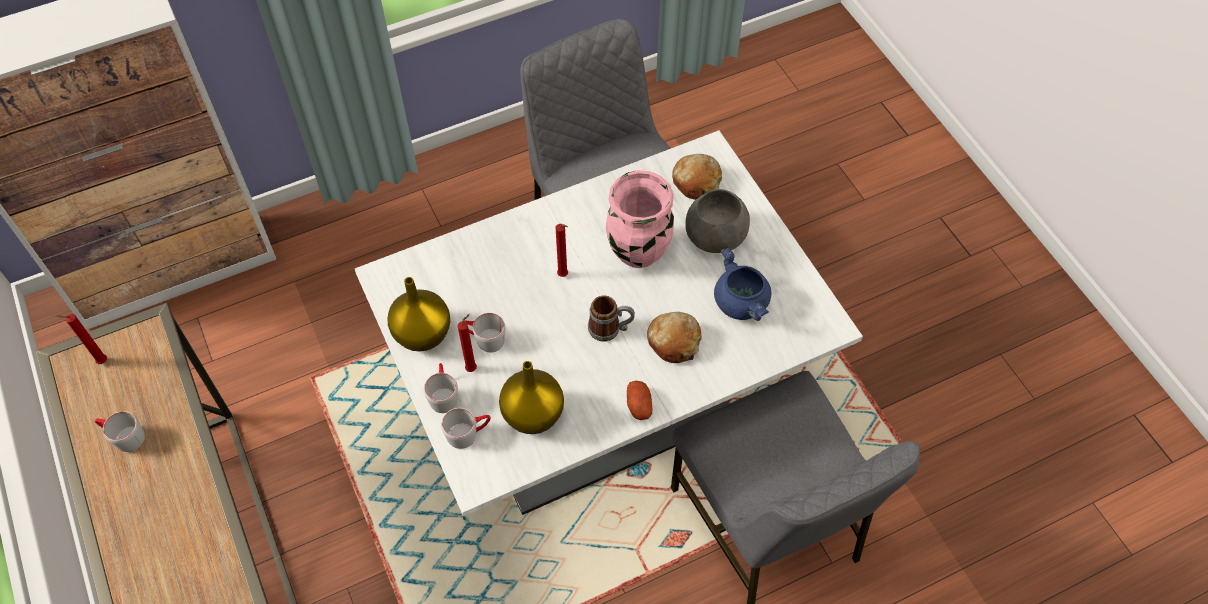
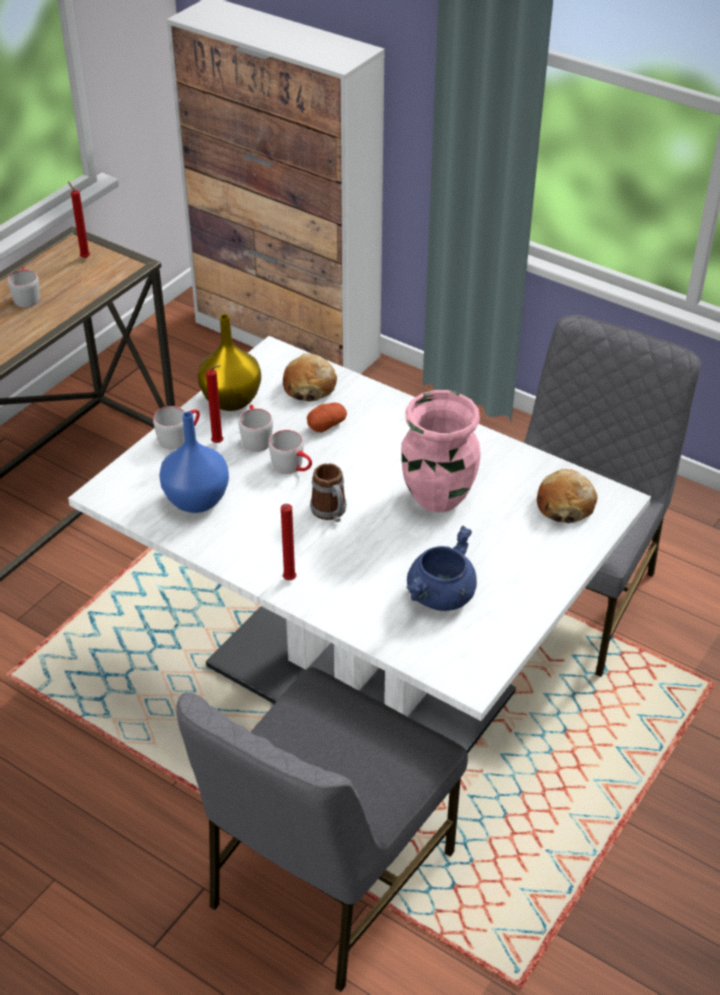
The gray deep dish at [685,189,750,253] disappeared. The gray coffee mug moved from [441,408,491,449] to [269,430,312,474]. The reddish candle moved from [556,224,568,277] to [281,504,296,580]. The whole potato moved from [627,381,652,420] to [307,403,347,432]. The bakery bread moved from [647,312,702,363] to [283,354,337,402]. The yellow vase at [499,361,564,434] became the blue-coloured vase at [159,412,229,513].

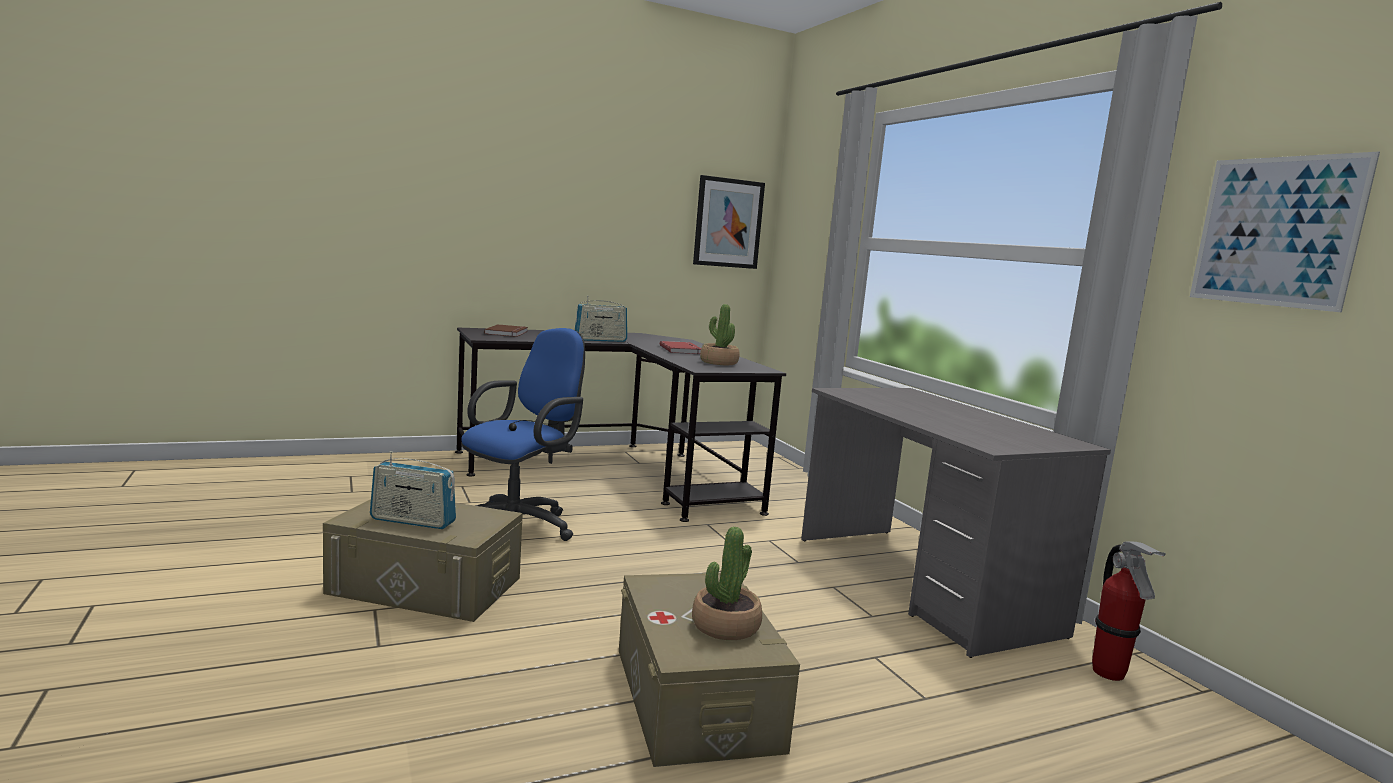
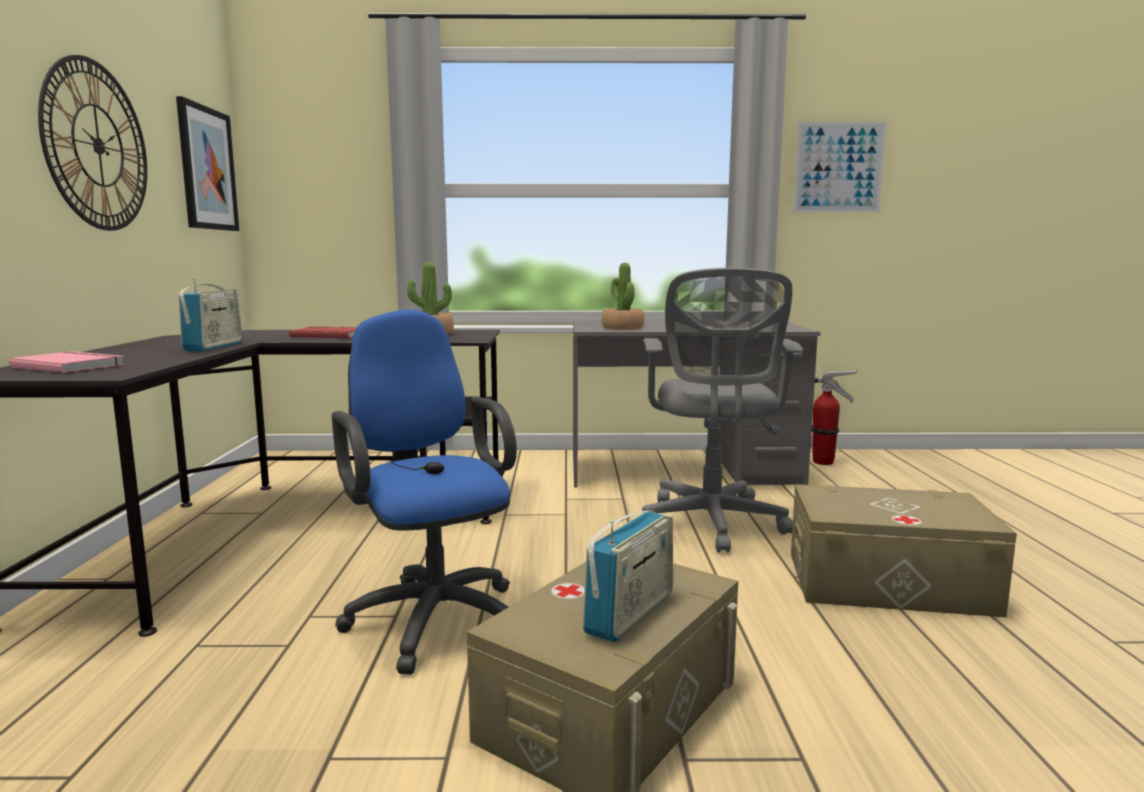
The wall clock at [38,55,147,231] appeared. The gray office chair at [642,268,804,553] appeared. The potted plant moved from [692,527,762,640] to [601,263,644,330]. The brown-coloured bound book at [484,324,528,337] became the pink bound book at [9,351,125,373].

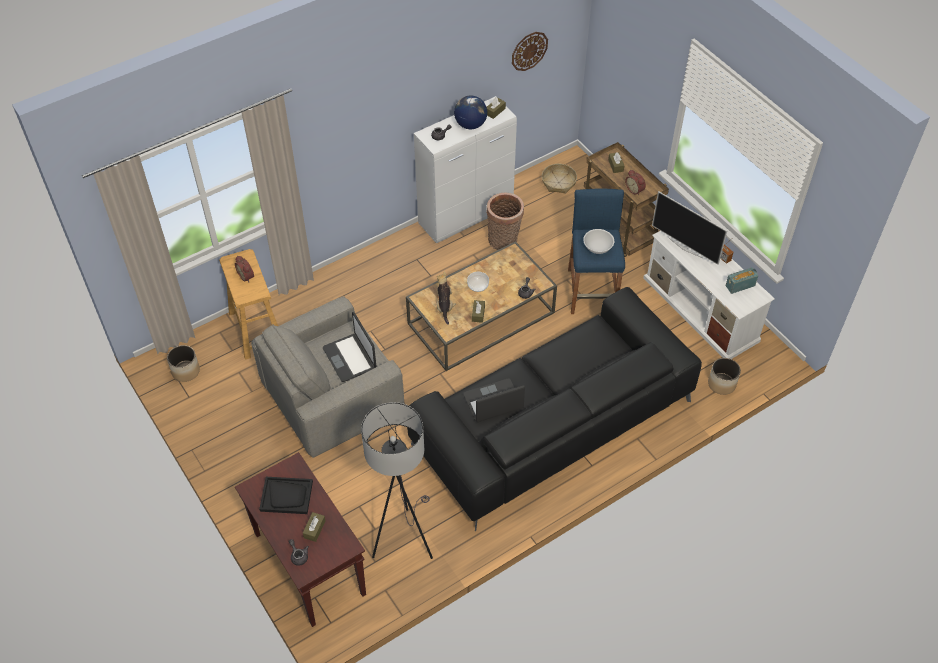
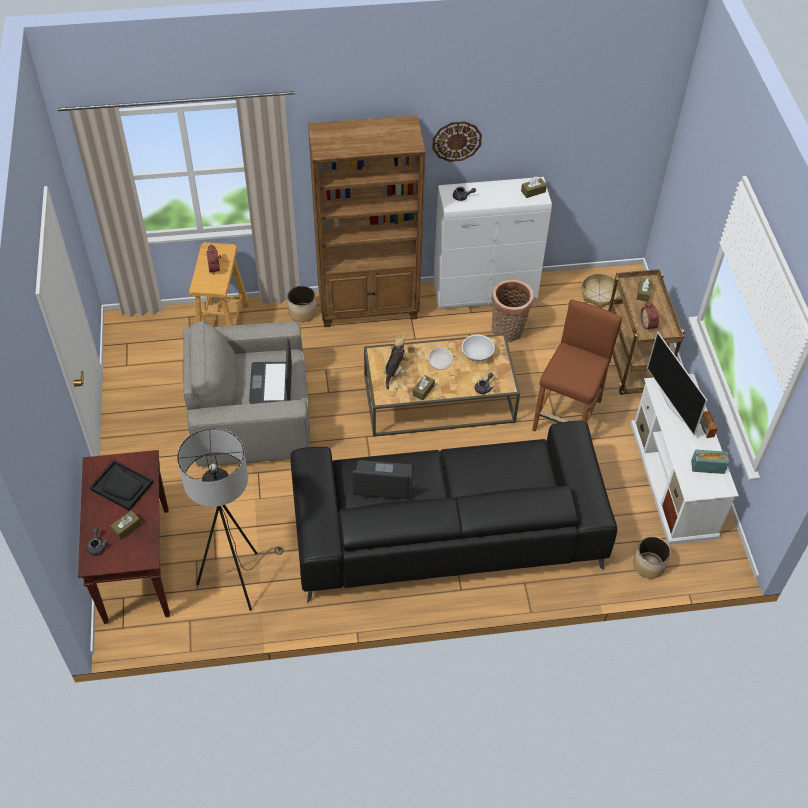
The desk globe at [454,95,487,129] disappeared. The brown-coloured bookshelf at [308,115,426,327] appeared. The plant pot moved from [167,345,200,382] to [287,286,317,322]. The wall clock moved from [512,32,548,71] to [432,121,482,162]. The white deep dish moved from [583,229,614,254] to [462,334,495,362]. The blue-coloured sitting stool at [568,188,625,314] became the brown-coloured sitting stool at [532,299,622,431].

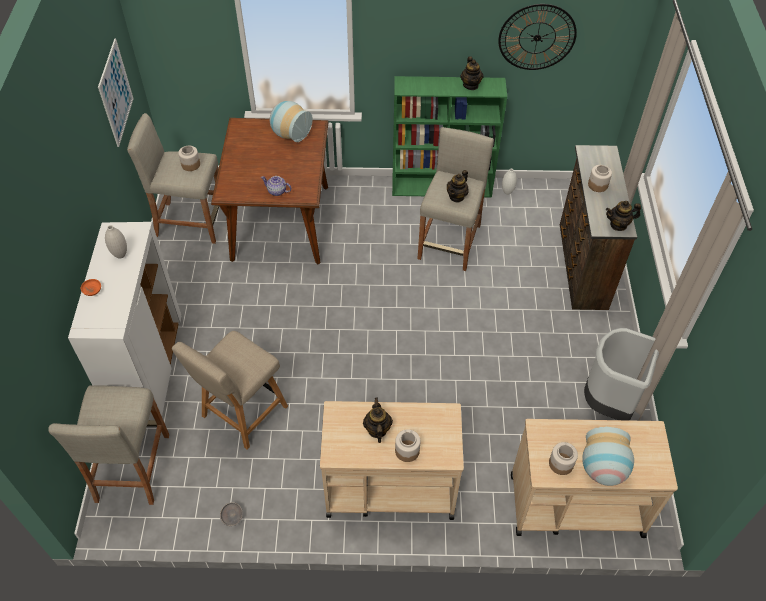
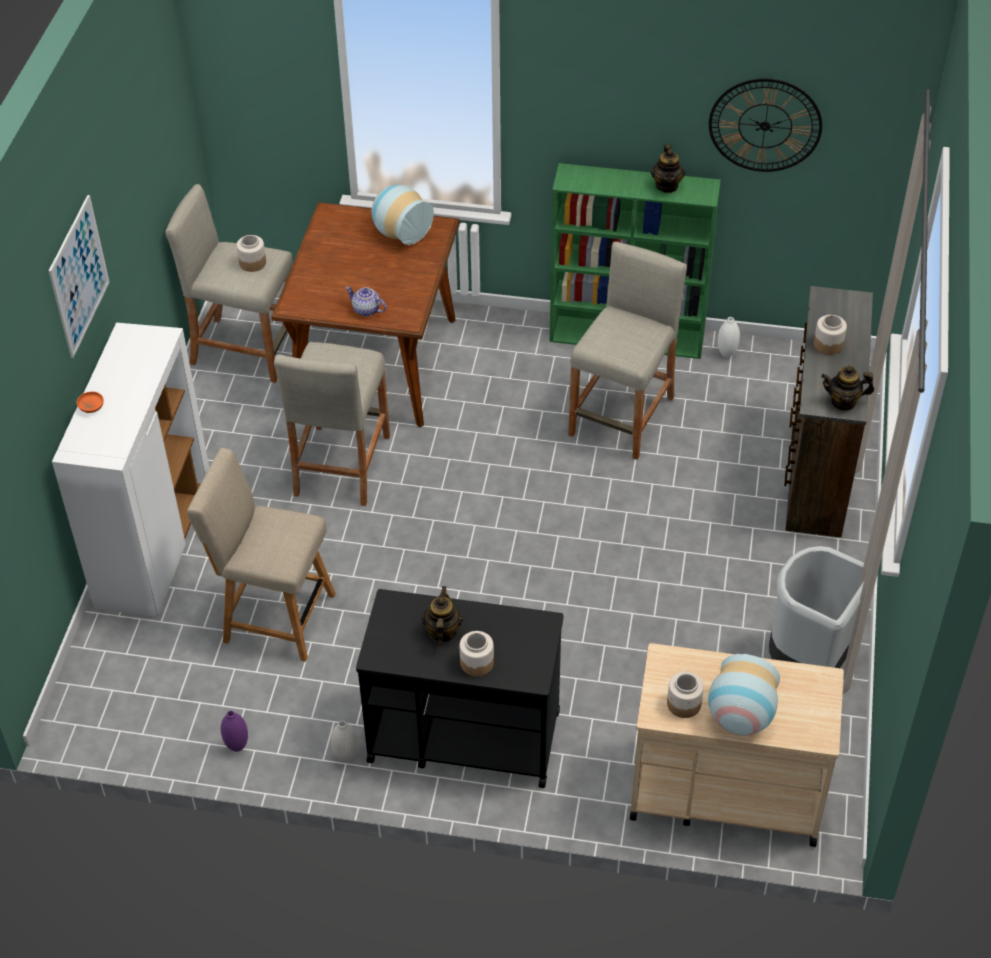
The tea pot at [447,170,468,203] disappeared. The beige sitting stool moved from [48,385,169,505] to [274,342,390,506]. The wall art moved from [98,38,134,147] to [49,195,110,358]. The white vase moved from [105,225,127,259] to [331,721,358,762]. The gray deep dish at [220,502,243,526] was replaced by the purple-coloured vase at [221,711,248,752]. The beige trolley at [320,401,464,520] became the blackish trolley at [356,589,563,788]. The beige upright chair at [172,331,288,450] turned 60 degrees clockwise.

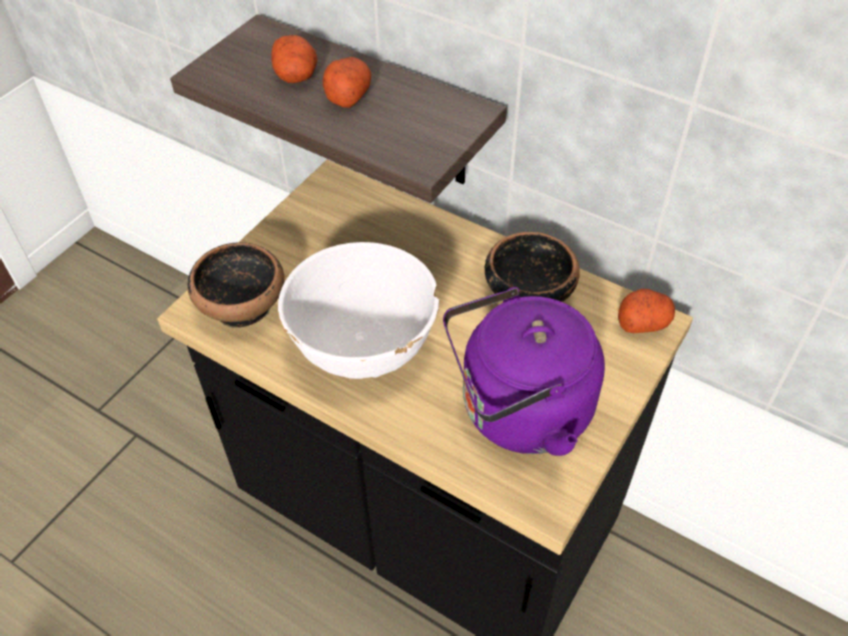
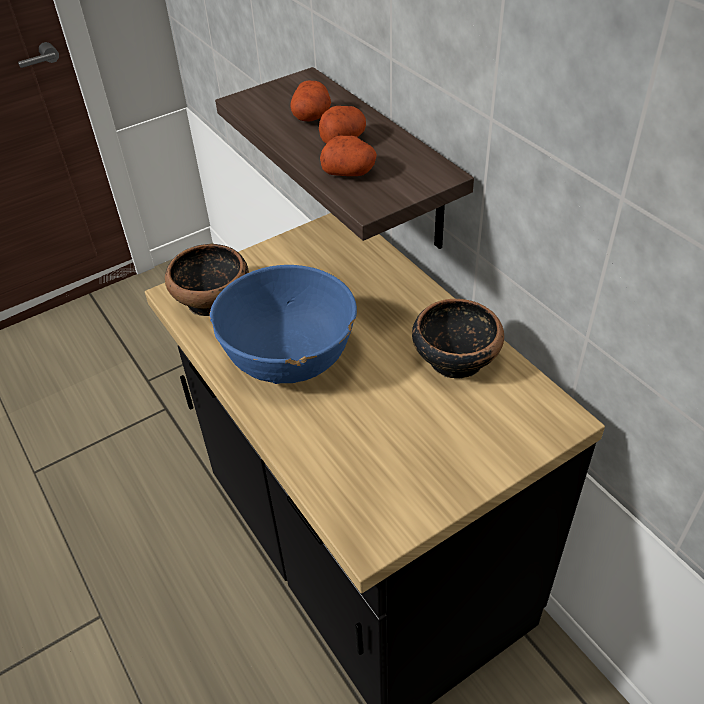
The purple-coloured water kettle at [443,287,605,456] disappeared. The whole potato moved from [618,289,675,333] to [320,135,377,176]. The white deep dish at [278,242,439,379] became the blue-coloured deep dish at [209,265,357,384].

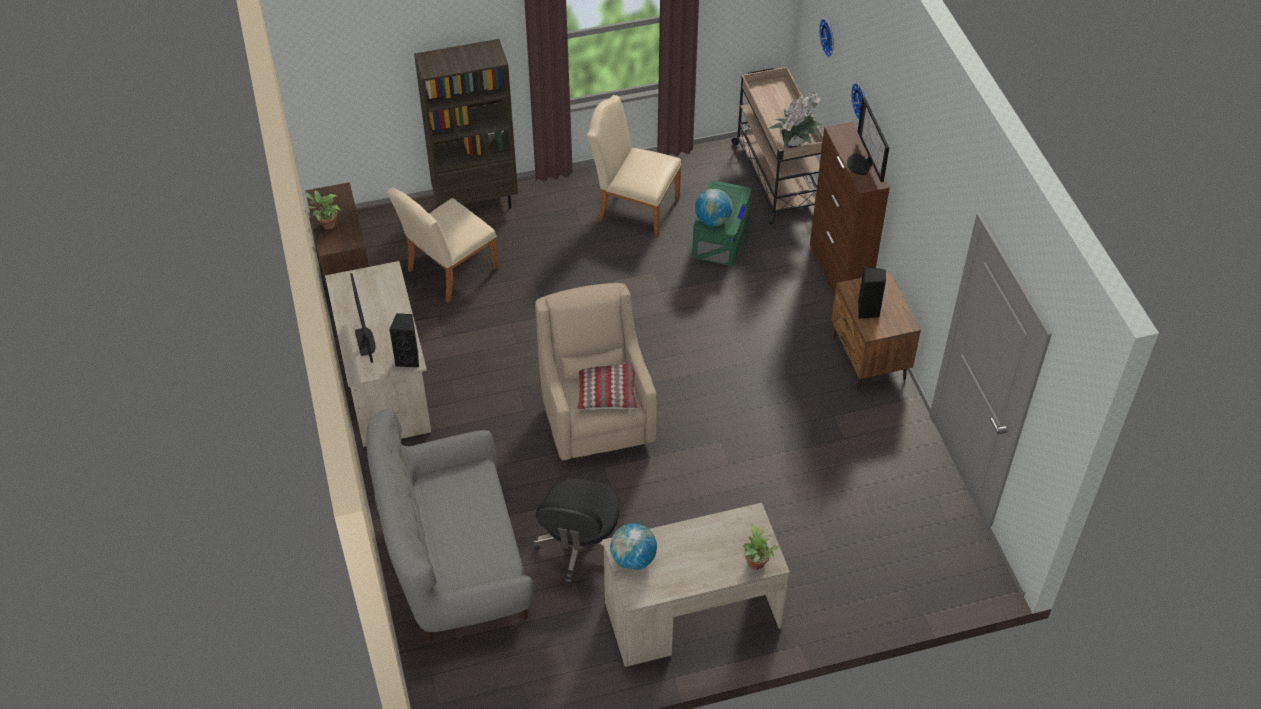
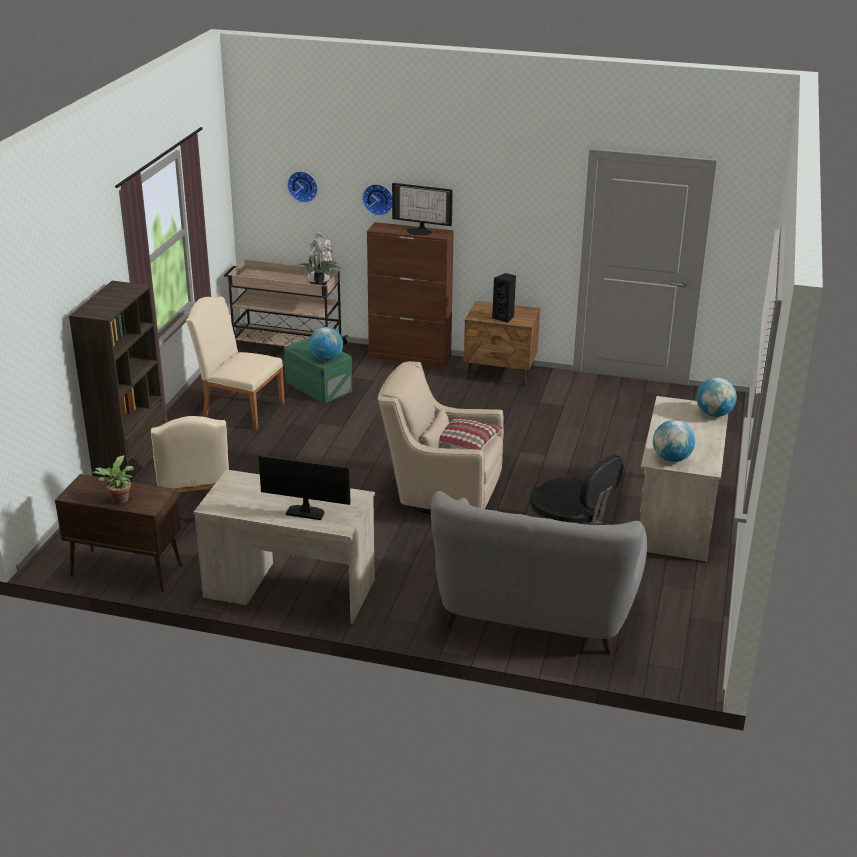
The blackish loudspeaker at [389,313,419,367] disappeared. The potted plant at [743,525,781,570] was replaced by the desk globe at [696,377,737,417]. The beige upright chair at [587,95,681,238] turned 60 degrees clockwise.

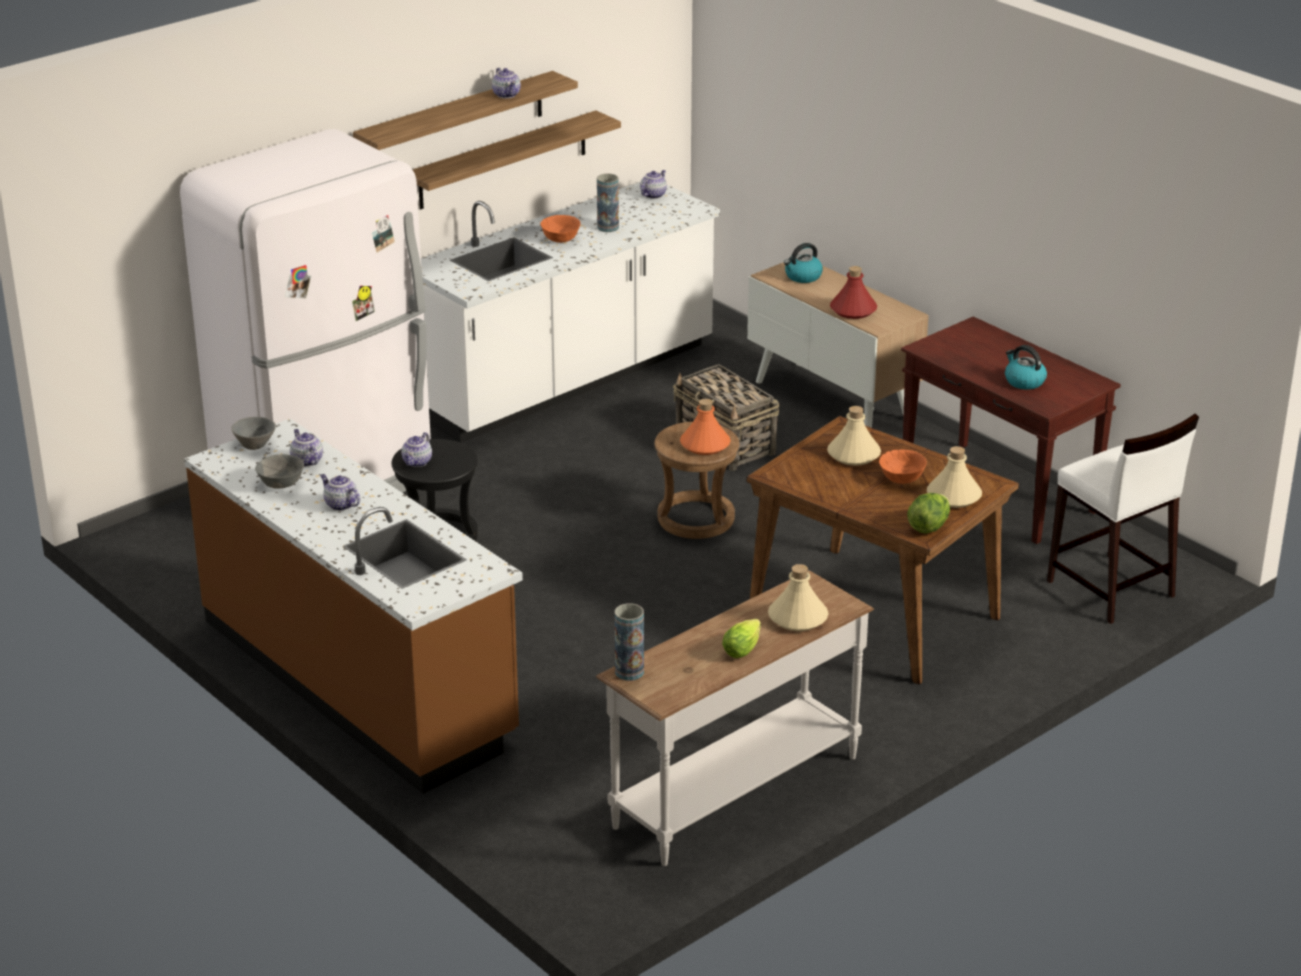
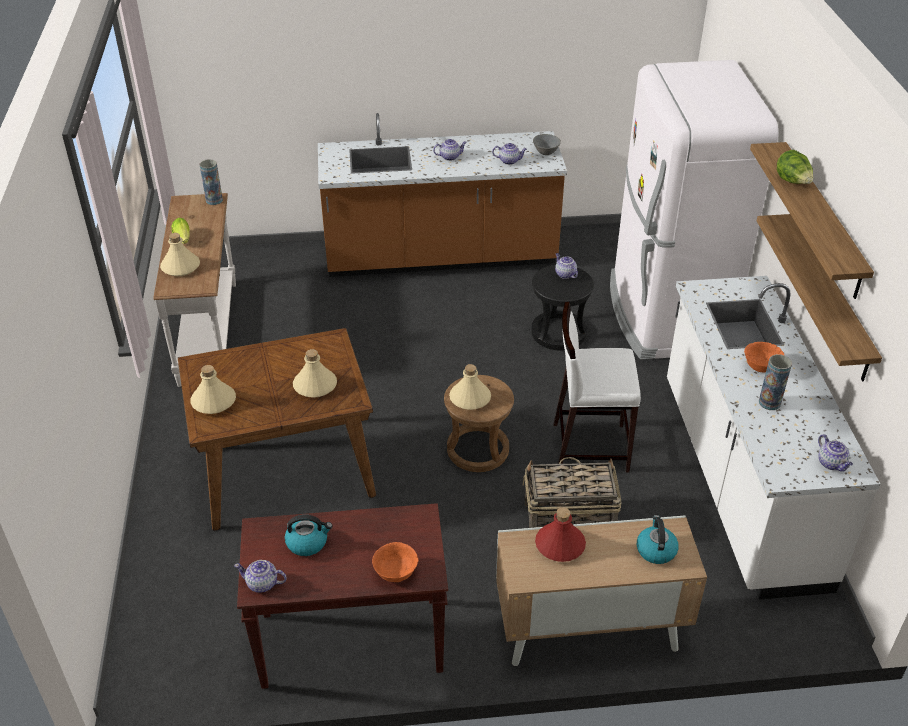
The gray deep dish at [255,454,304,489] disappeared. The tea pot moved from [492,68,521,98] to [234,560,287,593]. The orange-coloured deep dish moved from [879,449,927,484] to [372,542,418,582]. The head of lettuce moved from [907,493,950,534] to [777,150,813,184]. The white sitting stool moved from [1047,414,1199,624] to [553,302,641,473]. The orange-coloured beverage bottle at [680,399,731,455] became the beige beverage bottle at [449,364,491,410].

